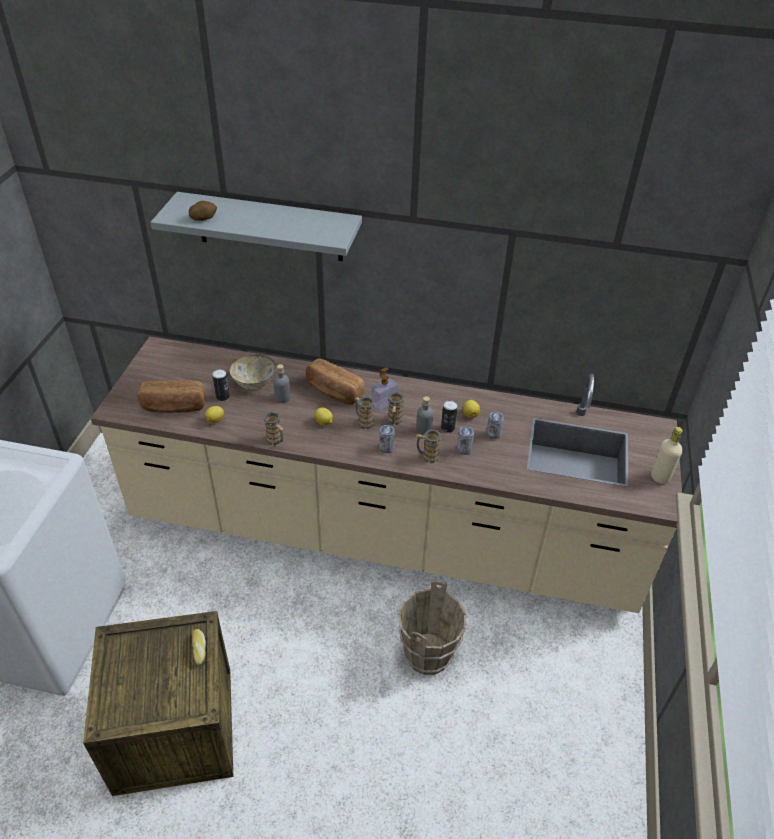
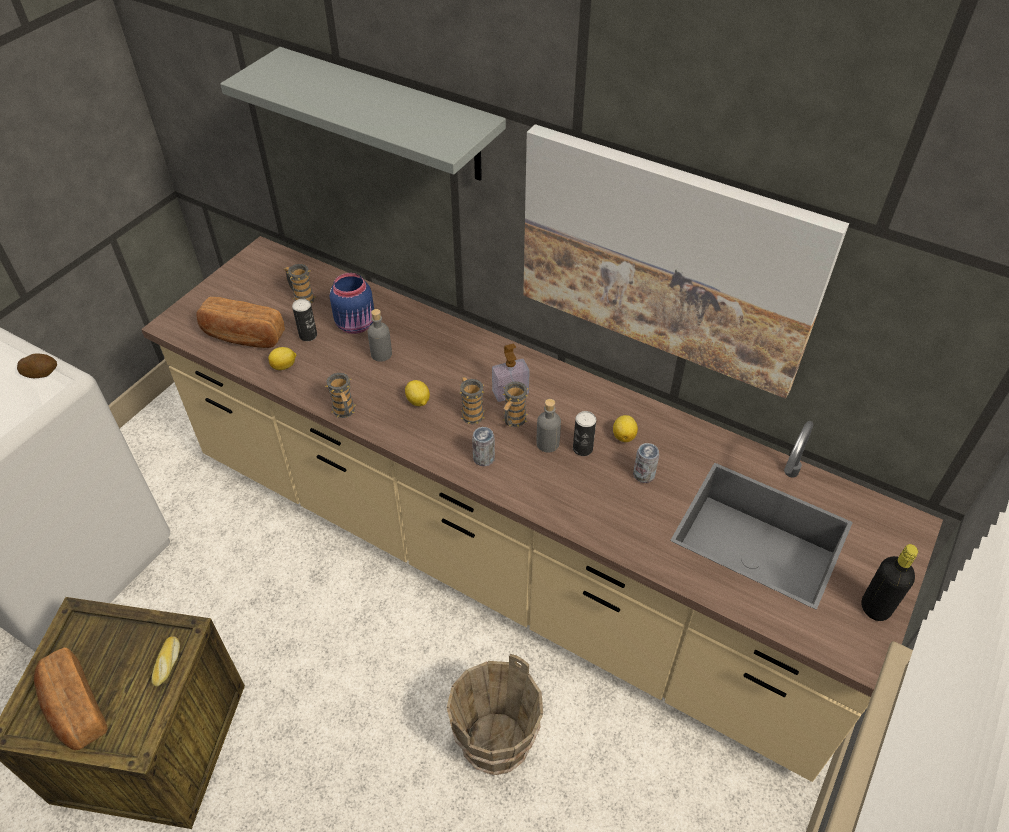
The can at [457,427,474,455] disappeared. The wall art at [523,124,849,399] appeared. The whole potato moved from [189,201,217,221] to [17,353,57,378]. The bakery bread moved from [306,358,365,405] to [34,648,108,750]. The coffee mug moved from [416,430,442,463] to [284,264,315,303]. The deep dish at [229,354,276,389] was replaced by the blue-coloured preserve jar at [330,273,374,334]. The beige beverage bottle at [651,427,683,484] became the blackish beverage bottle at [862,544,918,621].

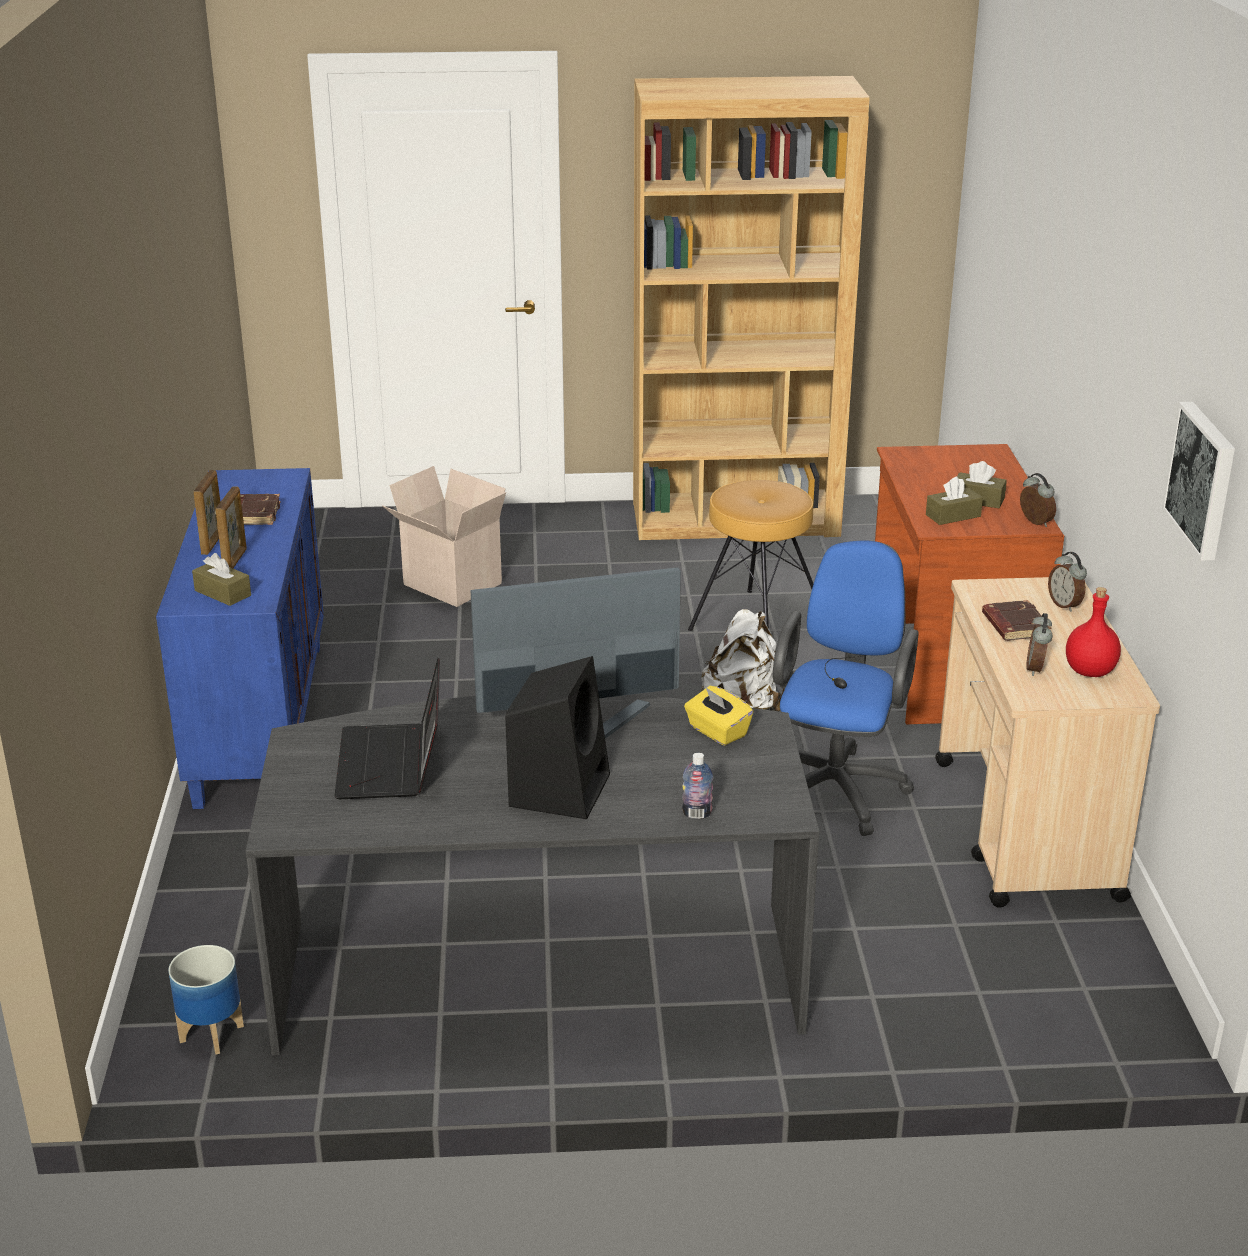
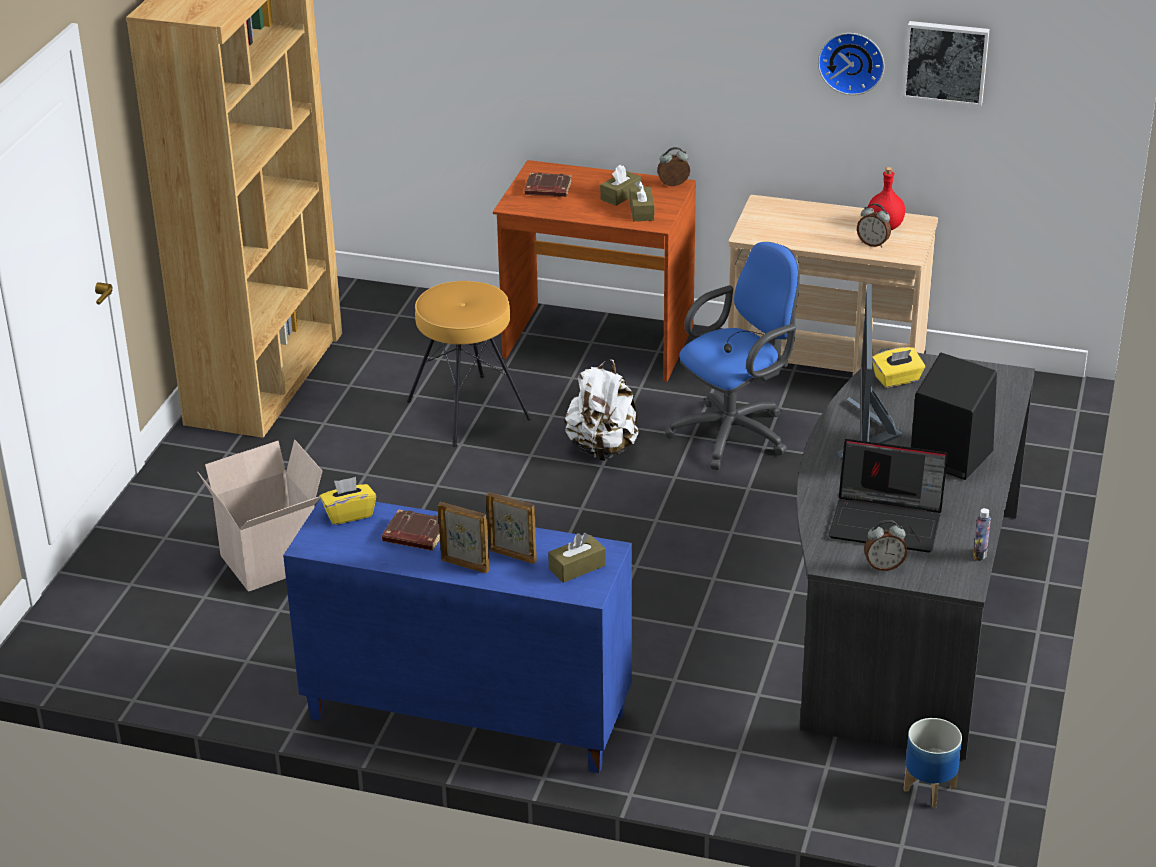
The yellow box of tissues at [320,477,376,525] appeared. The wall clock at [818,33,885,95] appeared. The beverage bottle moved from [682,753,713,819] to [973,508,991,561]. The brown-coloured bound book moved from [982,600,1051,641] to [525,173,572,197]. The alarm clock moved from [1048,552,1087,612] to [864,520,907,571]. The blue-coloured office chair at [773,540,919,836] turned 105 degrees clockwise.

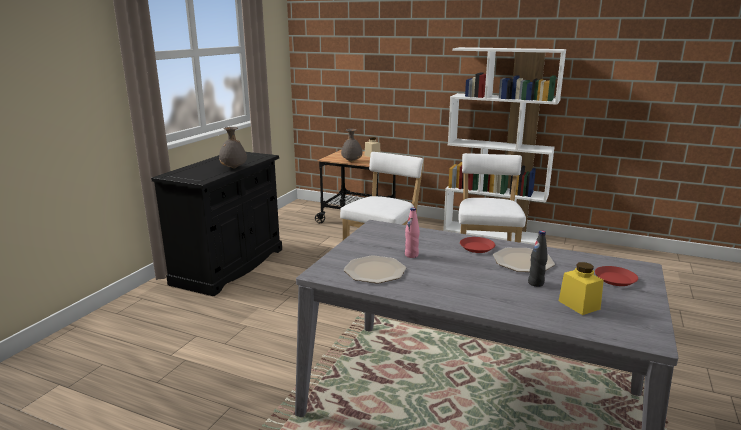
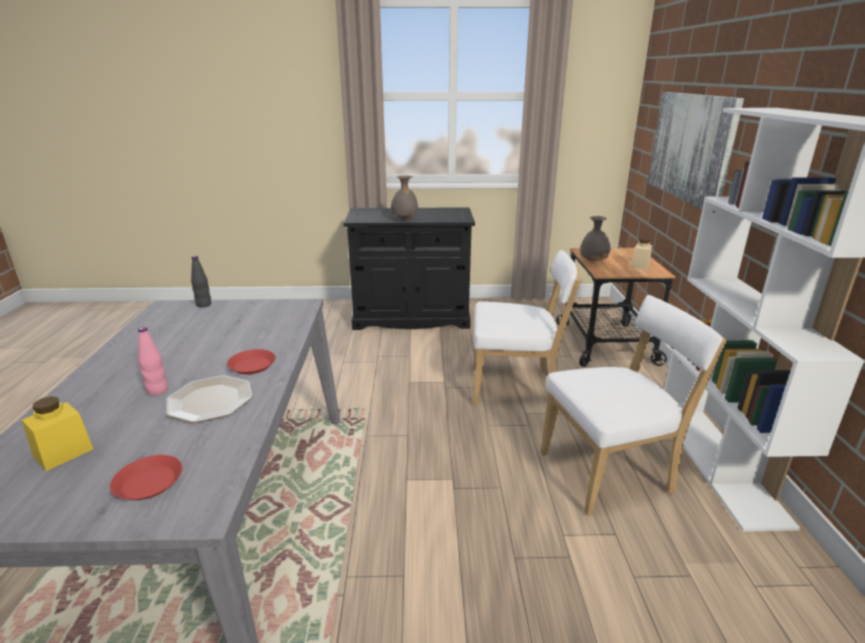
The flat dish at [344,255,406,283] disappeared. The wall art at [648,92,744,209] appeared. The pink beverage bottle moved from [405,208,420,258] to [138,327,168,396]. The blackish beverage bottle moved from [528,231,548,287] to [191,256,211,308].

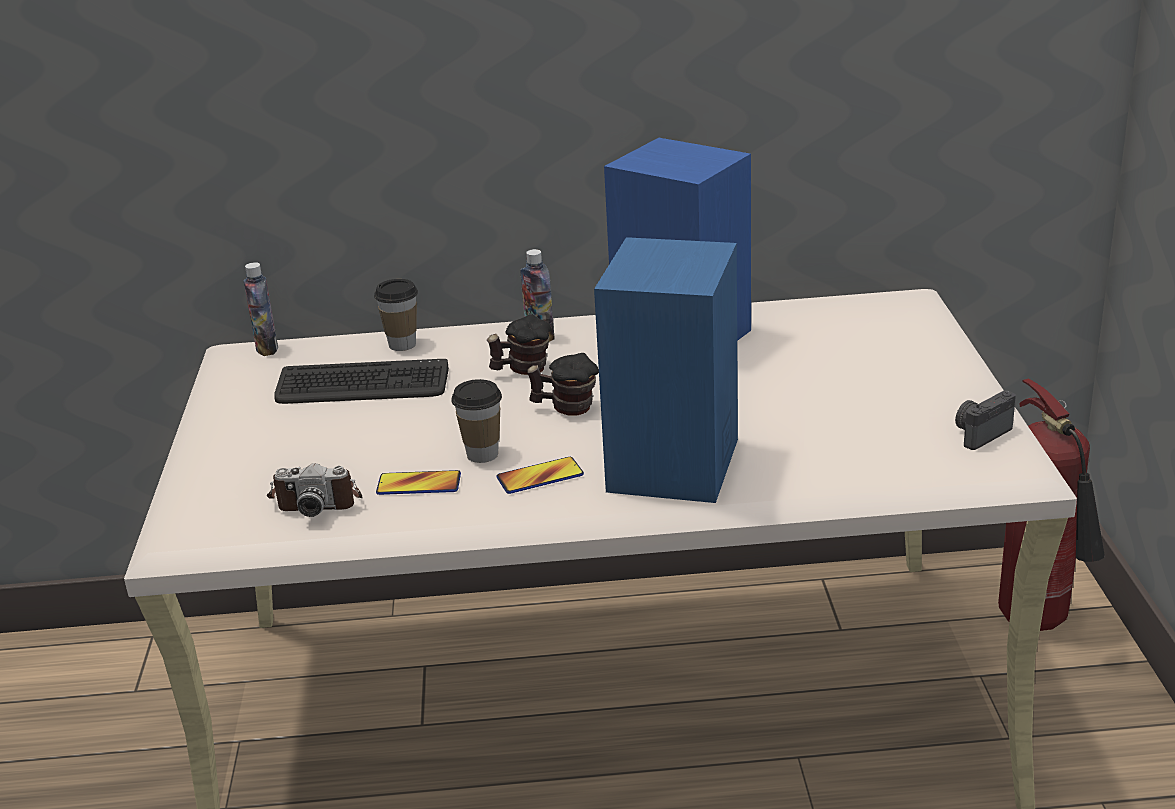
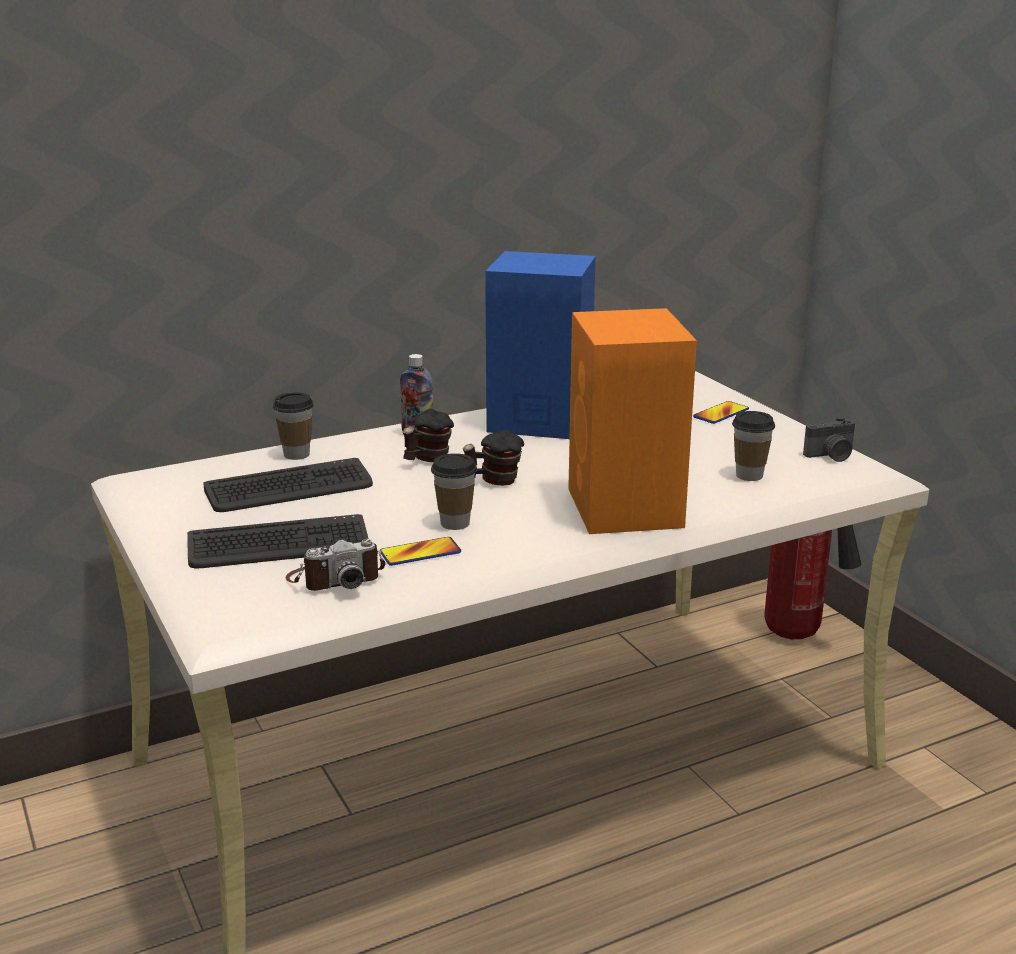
The beverage bottle at [244,262,278,356] disappeared. The PC keyboard at [187,514,369,568] appeared. The cup at [732,411,775,481] appeared. The handset moved from [496,457,584,494] to [693,401,749,424]. The blue-coloured loudspeaker at [594,237,738,503] became the orange-coloured loudspeaker at [568,308,697,534]. The still camera at [955,390,1016,450] turned 135 degrees counterclockwise.

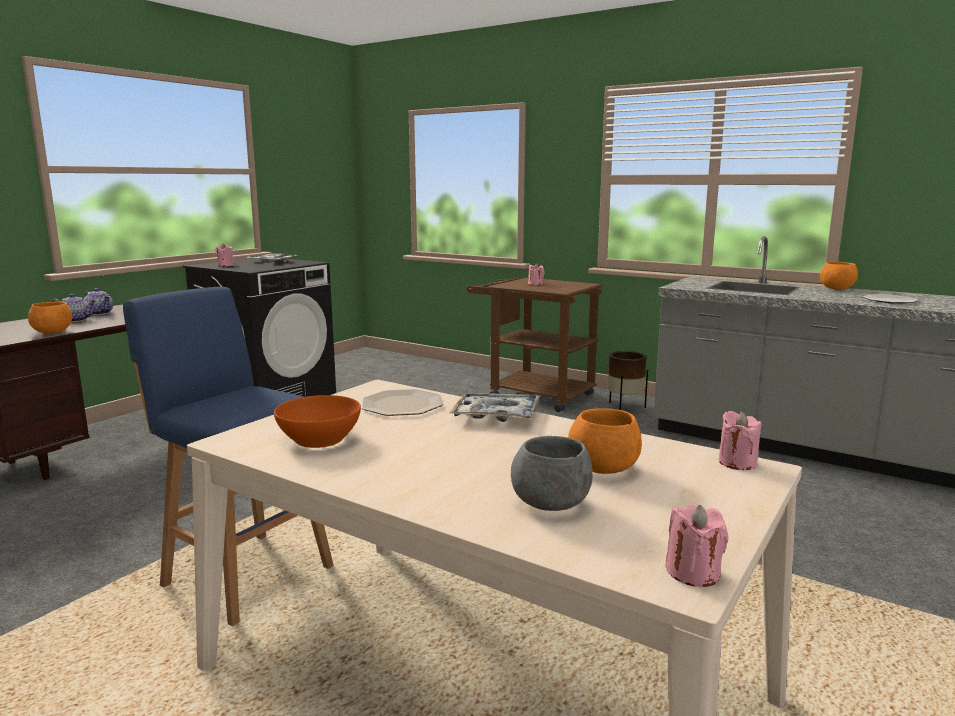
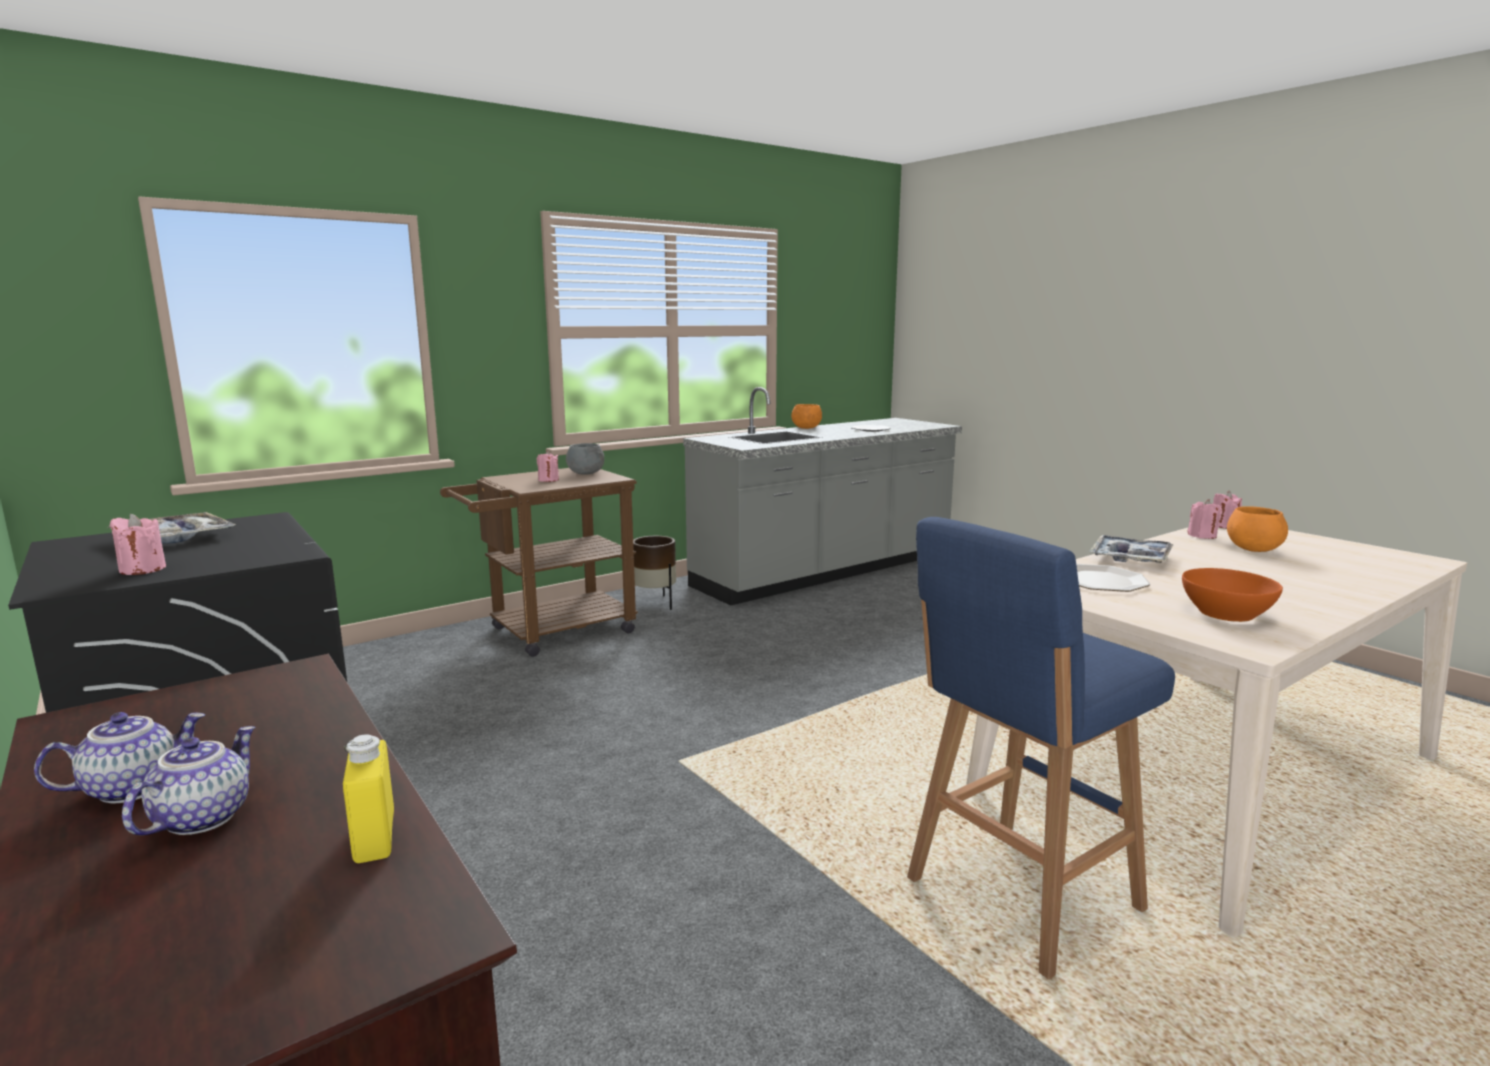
The gray deep dish moved from [511,436,593,511] to [566,443,604,475]. The pink candle moved from [665,504,728,587] to [1187,499,1222,539]. The orange-coloured deep dish at [28,302,72,334] was replaced by the yellow beverage bottle at [343,734,394,863].

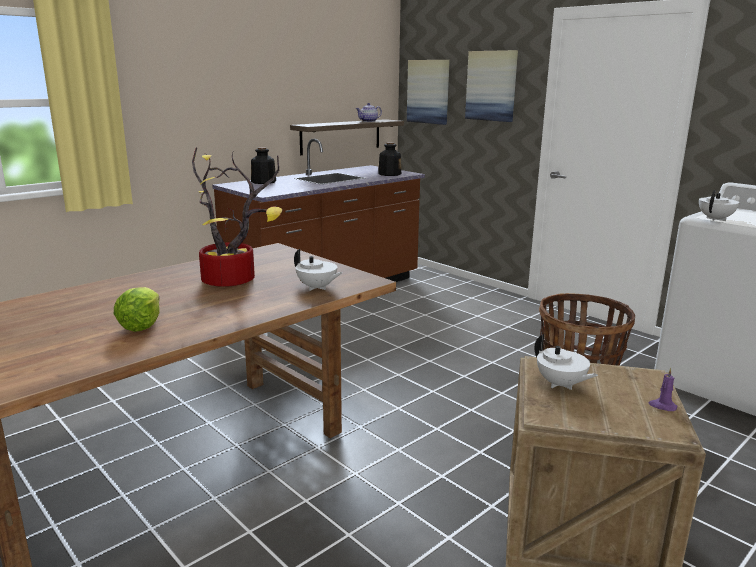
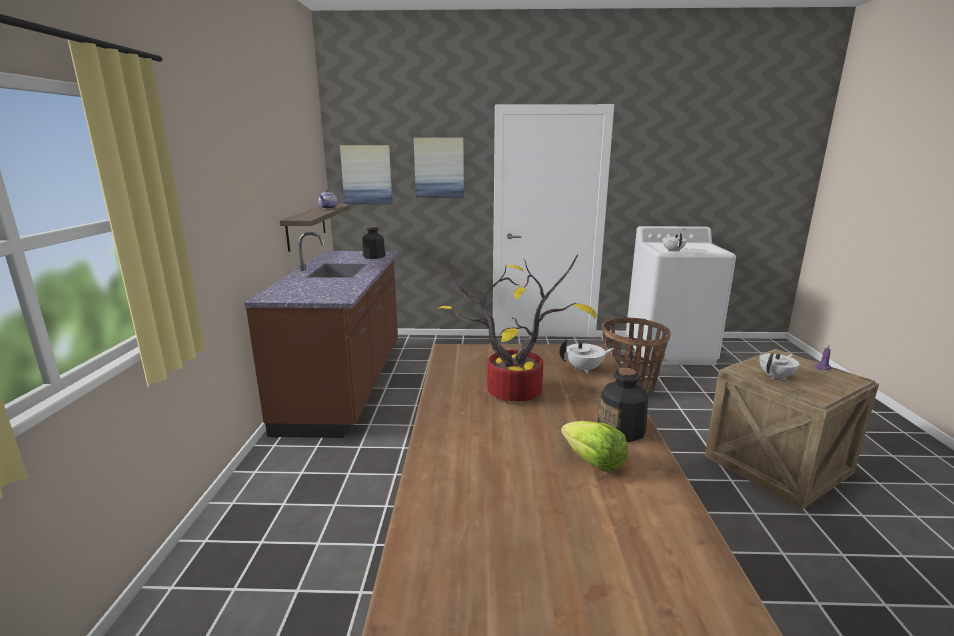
The beverage bottle moved from [251,147,276,184] to [597,368,648,442]. The white tea pot at [535,334,598,390] turned 45 degrees counterclockwise.

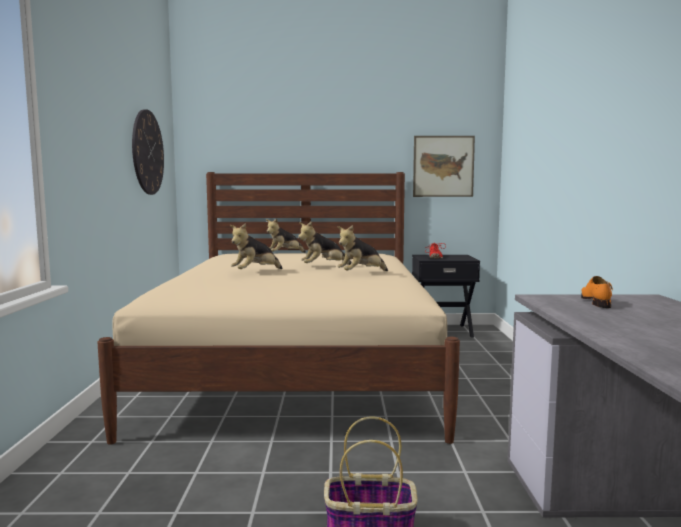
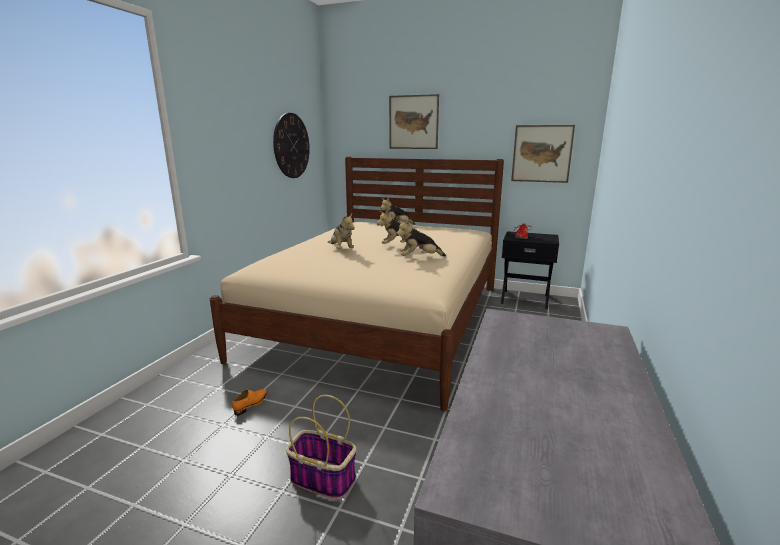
The wall art at [389,94,439,149] appeared. The orange-coloured shoe moved from [581,276,613,308] to [232,389,267,416]. The plush toy at [230,223,283,269] turned 90 degrees counterclockwise.

